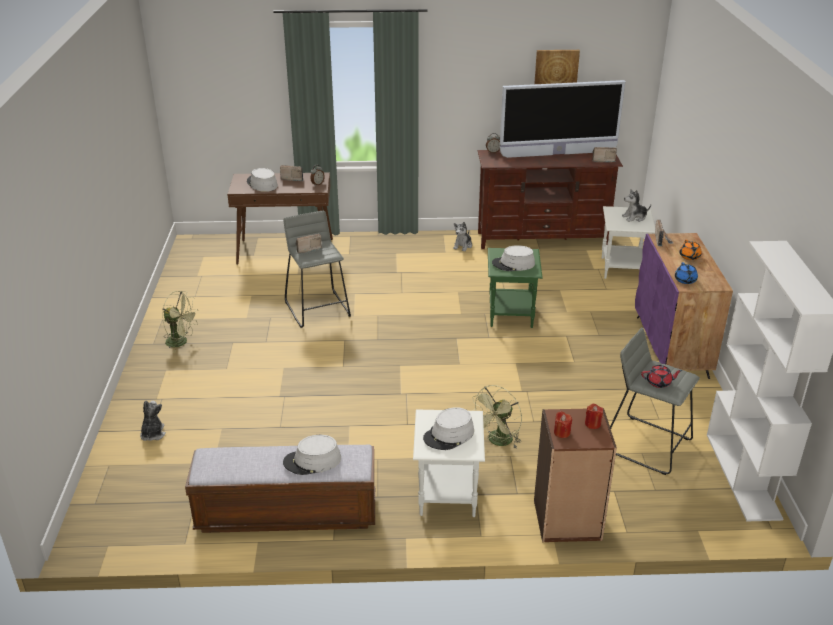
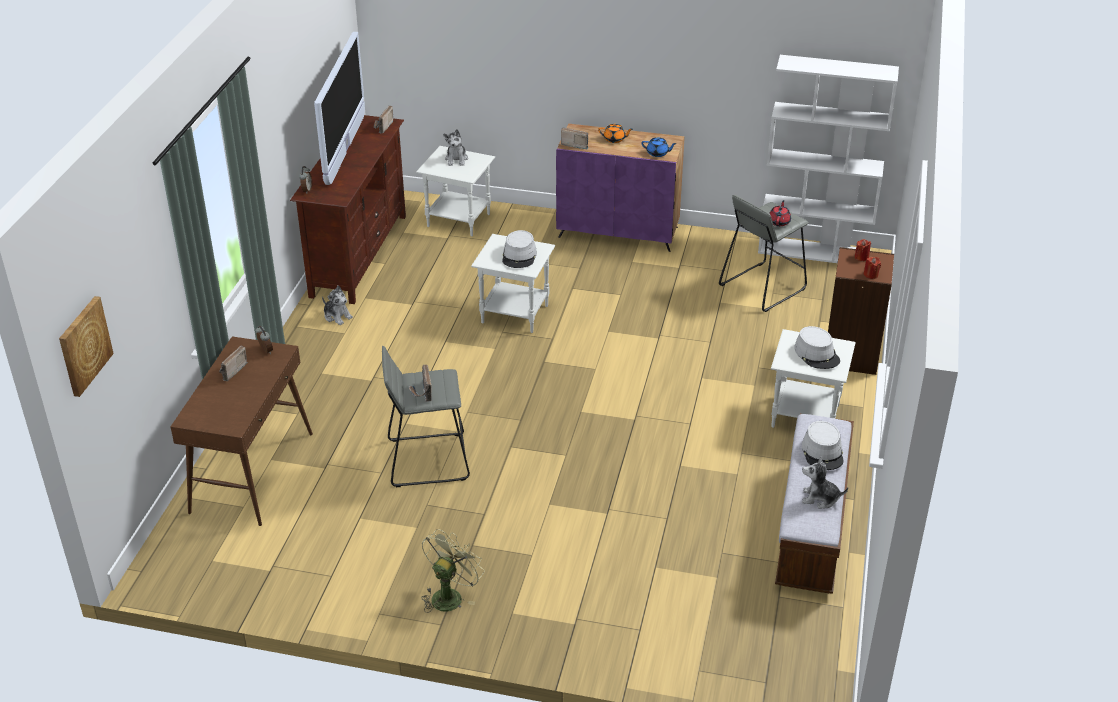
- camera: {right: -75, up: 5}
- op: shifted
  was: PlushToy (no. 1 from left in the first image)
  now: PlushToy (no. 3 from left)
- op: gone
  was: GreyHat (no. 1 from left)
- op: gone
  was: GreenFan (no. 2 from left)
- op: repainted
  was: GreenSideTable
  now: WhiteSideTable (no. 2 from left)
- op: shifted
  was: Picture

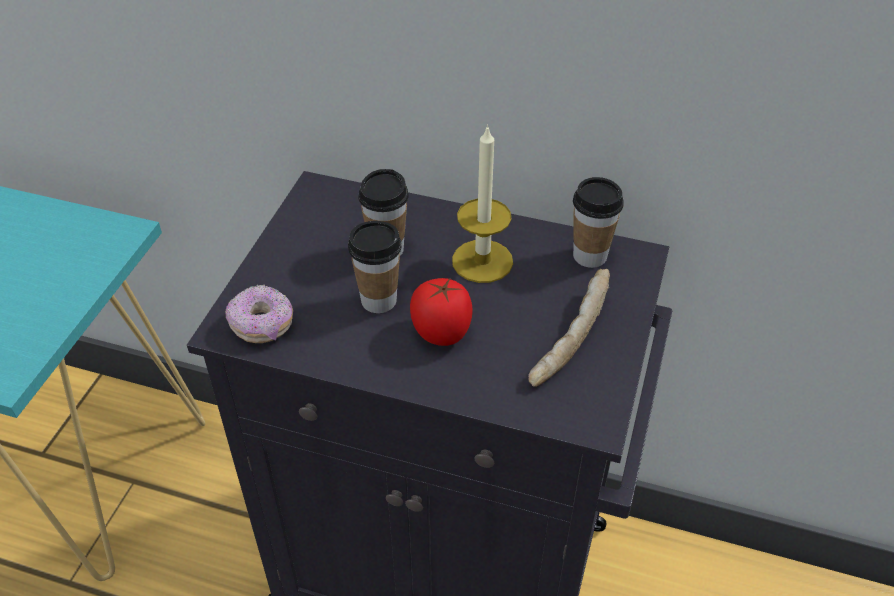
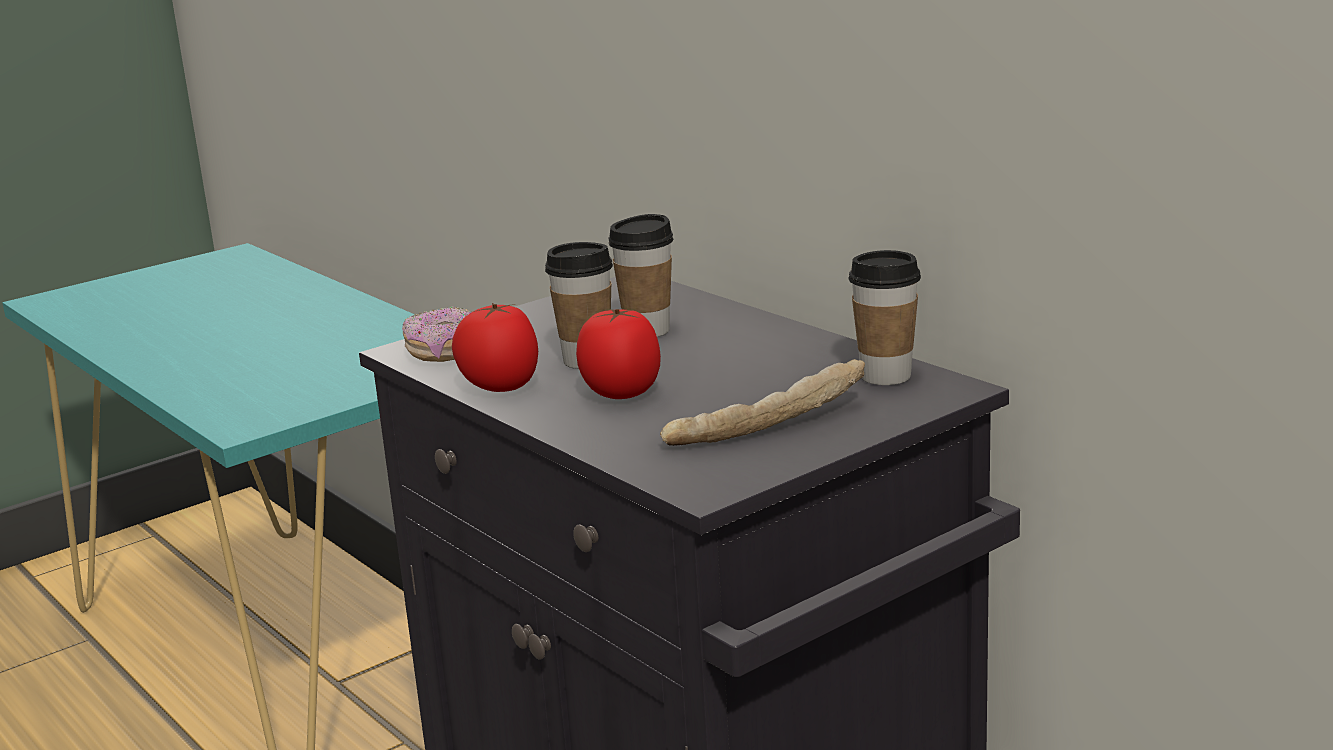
- camera: {right: 35, up: -25}
- op: gone
  was: Candle
- op: new
  now: Tomato (no. 1 from left)

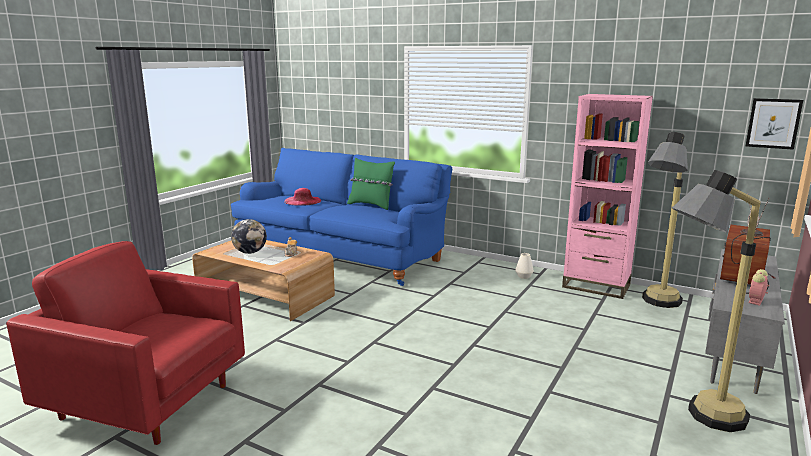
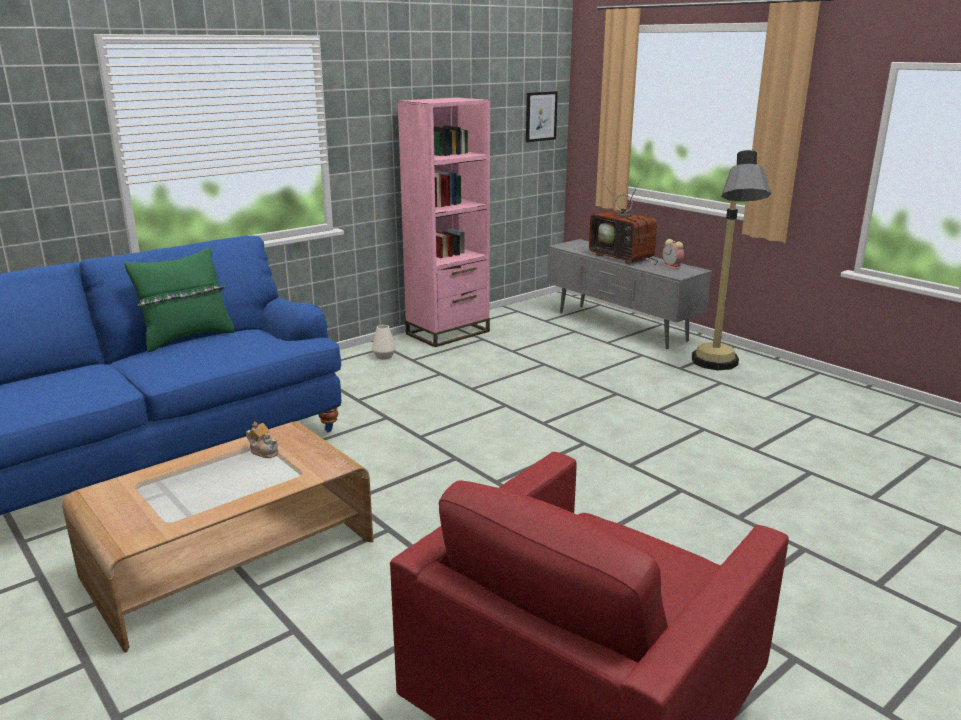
- camera: {right: -70, up: 5}
- op: gone
  was: Globe
- op: gone
  was: PinkHat
- op: gone
  was: FloorLamp (no. 1 from left)

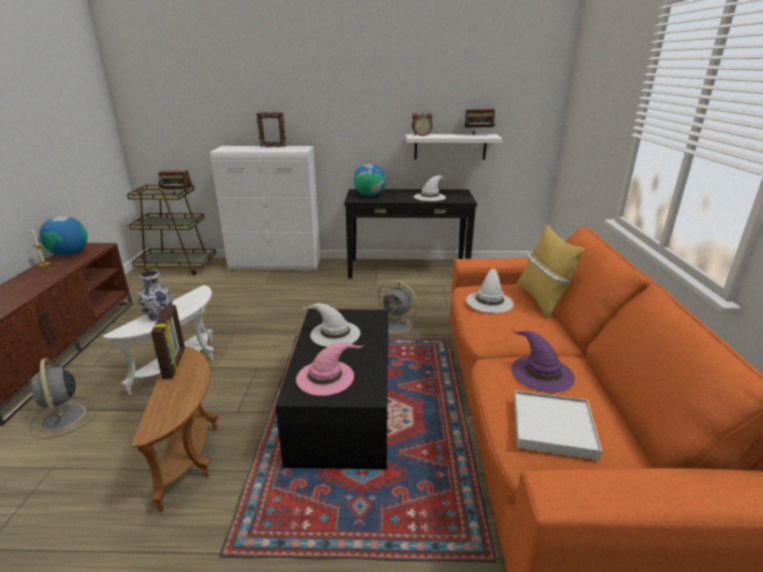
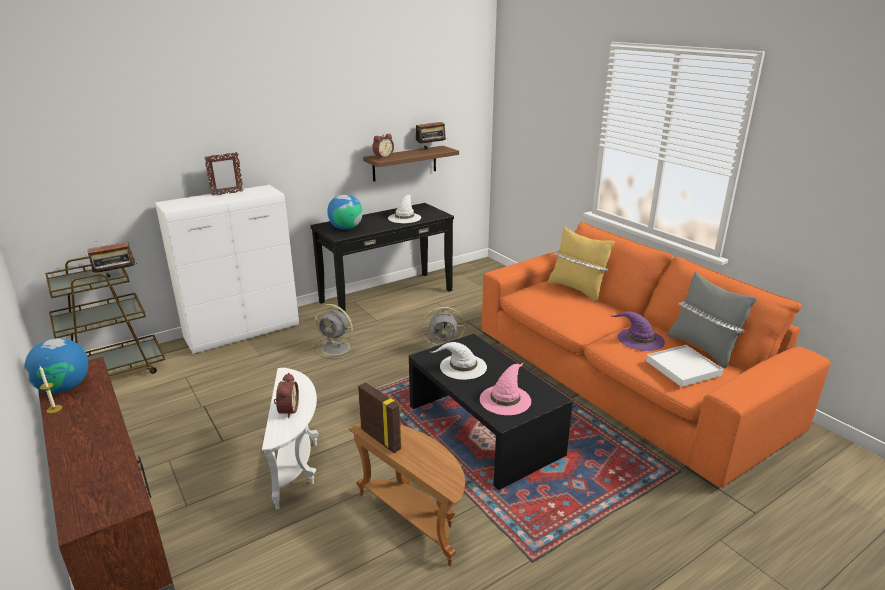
- camera: {right: -35, up: 0}
- op: shifted
  was: GreyFan (no. 1 from left)
- op: swapped
  was: Vase
  now: AlarmClock (no. 1 from left)
- op: repainted
  was: WhiteShelf
  now: BrownShelf
- op: gone
  was: WhiteHat (no. 3 from left)
- op: new
  now: GreyPillow

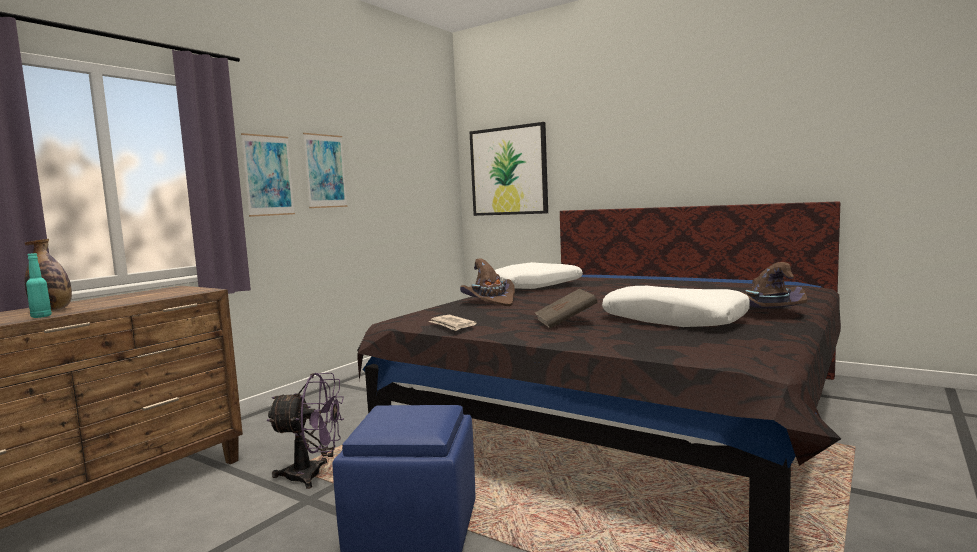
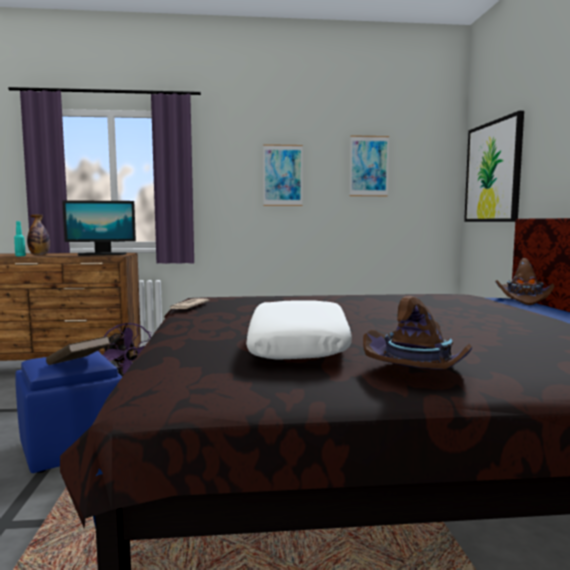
- camera: {right: 50, up: 0}
- op: shifted
  was: Picture (no. 1 from left in the first image)
  now: Picture (no. 2 from left)
- op: shifted
  was: BrownHat (no. 1 from left in the first image)
  now: BrownHat (no. 2 from left)
- op: gone
  was: WhitePillow (no. 1 from left)
- op: shifted
  was: BrownBook
- op: new
  now: Monitor

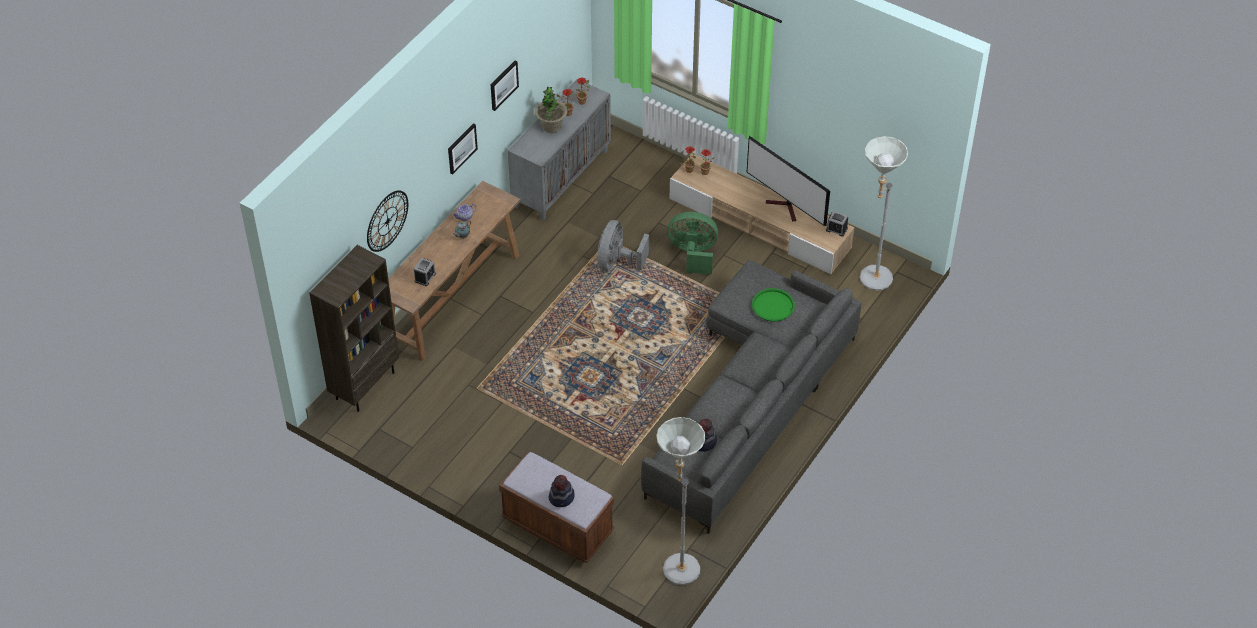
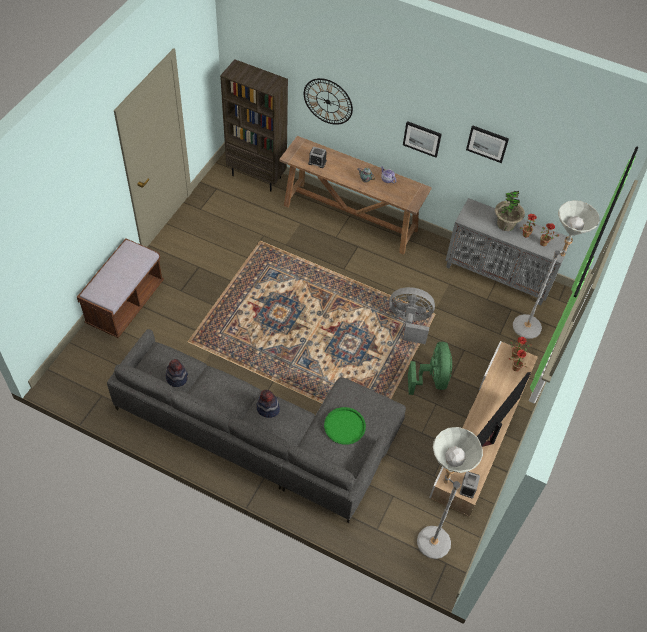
- camera: {right: 80, up: 5}
- op: shifted
  was: Hat (no. 1 from left in the first image)
  now: Hat (no. 2 from left)
- op: shifted
  was: GreyFloorLamp (no. 1 from left in the first image)
  now: GreyFloorLamp (no. 2 from left)

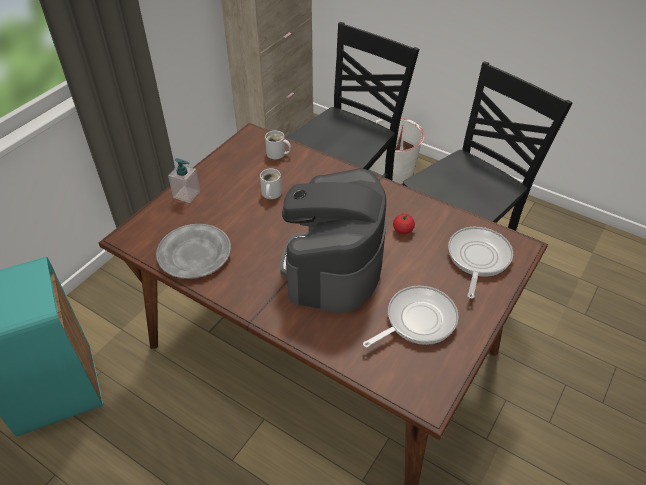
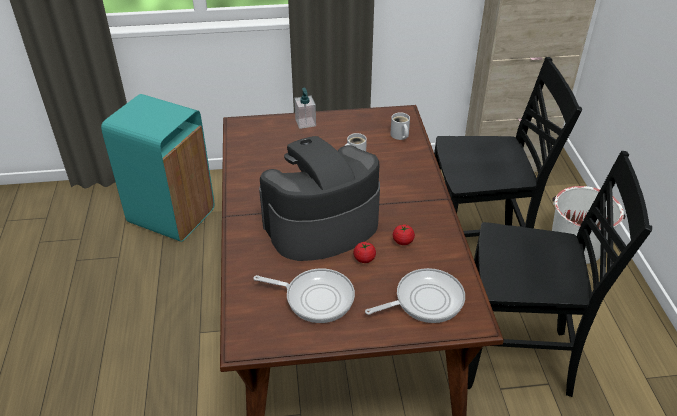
- camera: {right: 50, up: -5}
- op: gone
  was: GreyPlate
- op: new
  now: Tomato (no. 1 from left)

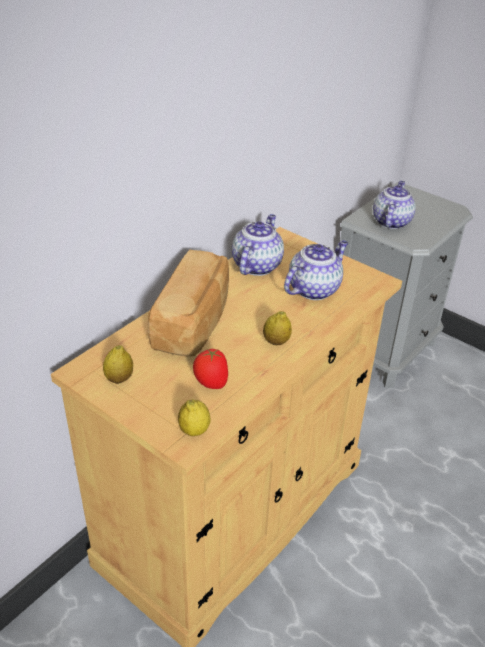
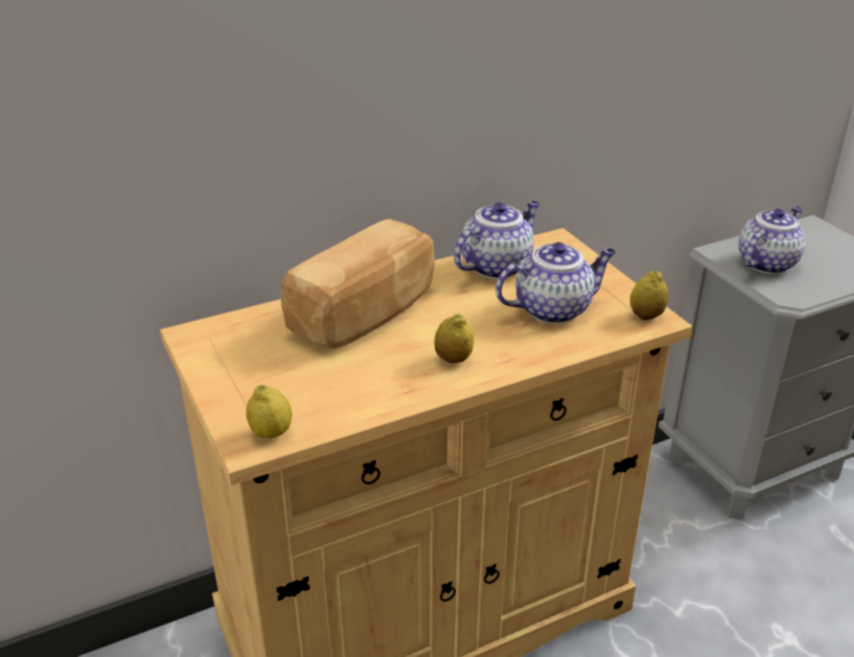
- camera: {right: 25, up: -5}
- op: shifted
  was: Lemon (no. 1 from left in the first image)
  now: Lemon (no. 3 from left)
- op: gone
  was: Tomato

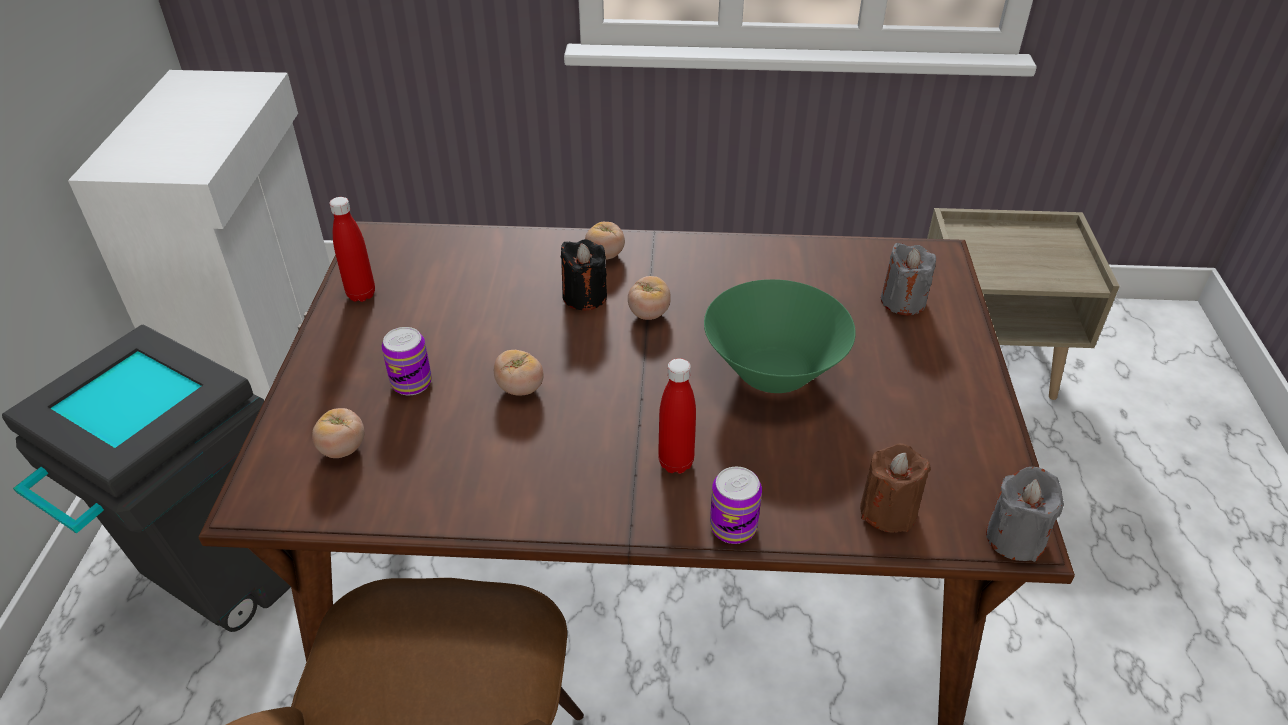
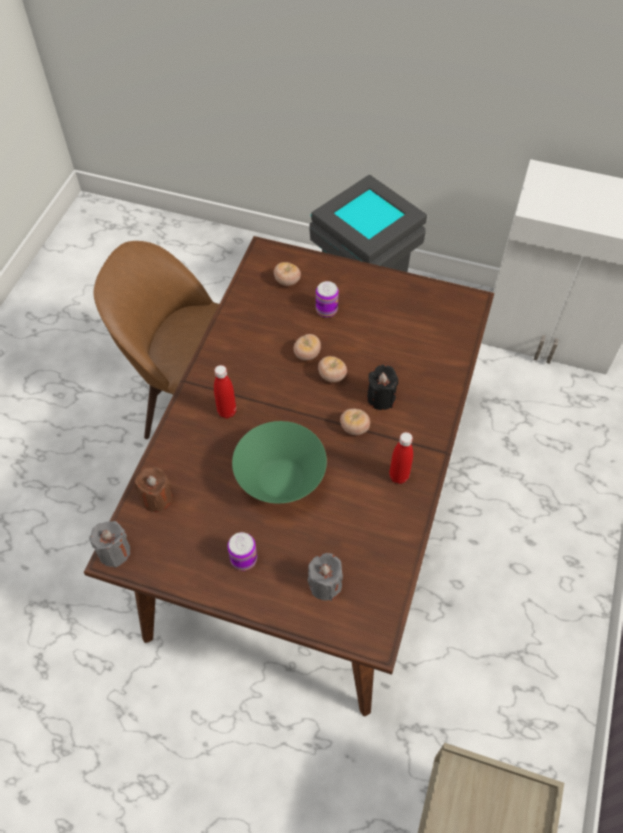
- camera: {right: 105, up: 15}
- op: shifted
  was: RedBottle (no. 1 from left in the first image)
  now: RedBottle (no. 2 from left)
- op: shifted
  was: Tomato (no. 3 from left)
- op: shifted
  was: Can (no. 2 from left in the first image)
  now: Can (no. 1 from left)

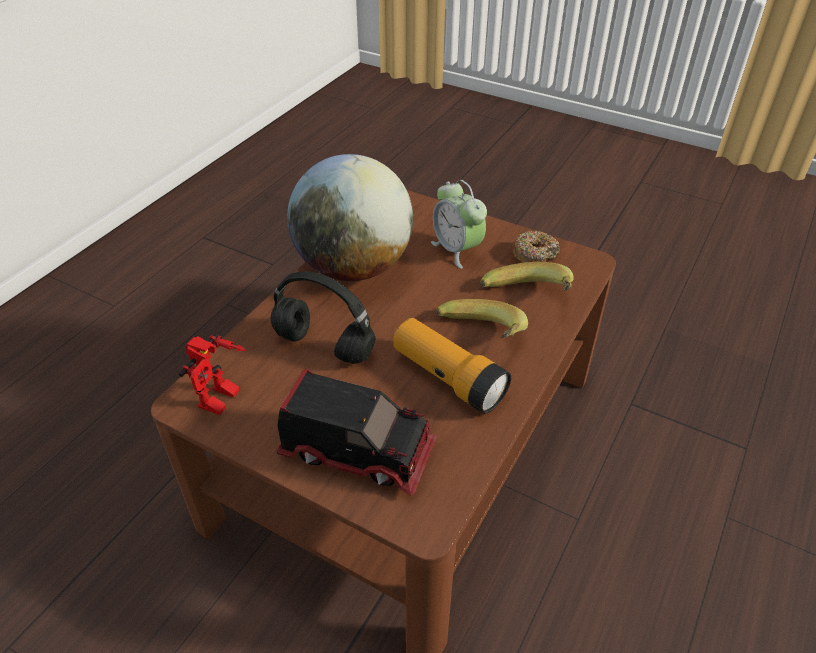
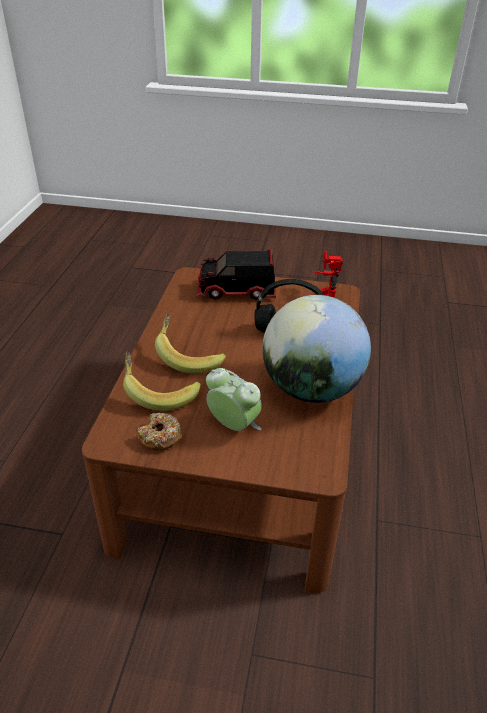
- camera: {right: 160, up: -5}
- op: gone
  was: Flashlight

